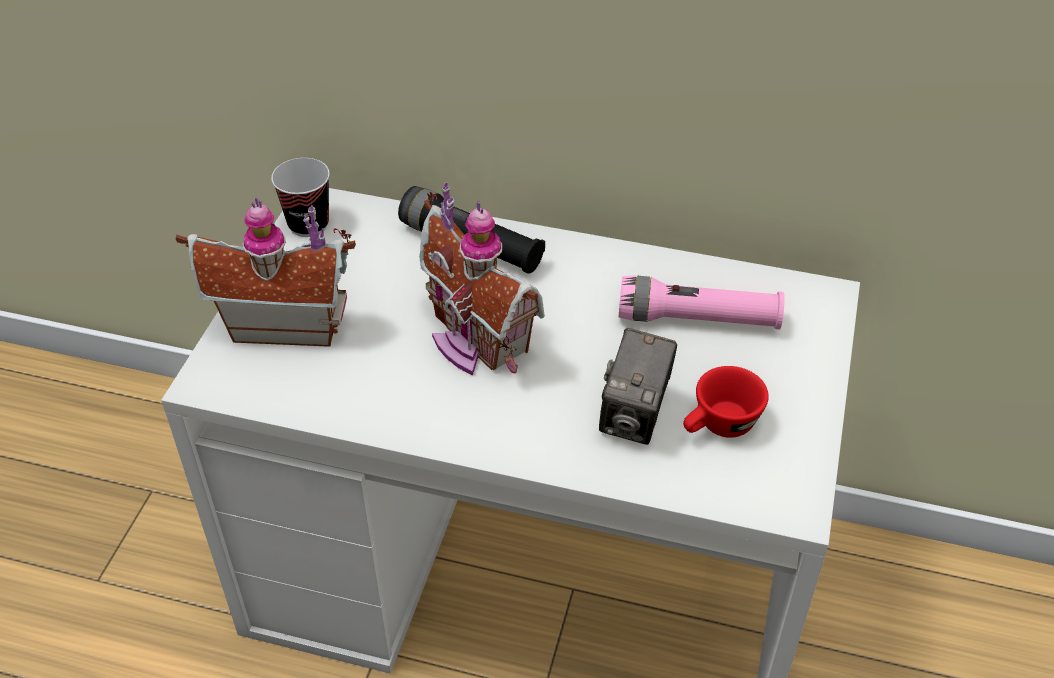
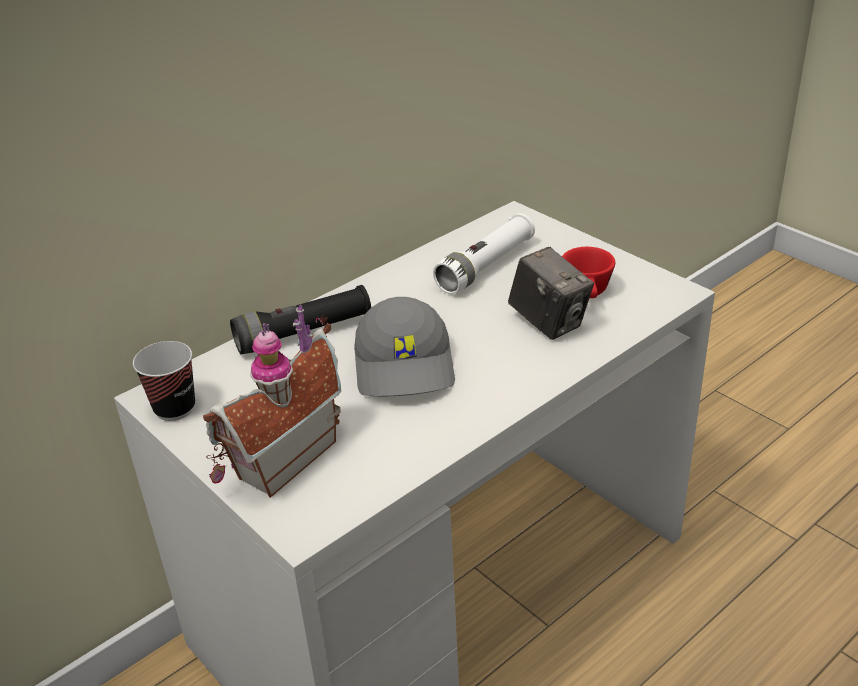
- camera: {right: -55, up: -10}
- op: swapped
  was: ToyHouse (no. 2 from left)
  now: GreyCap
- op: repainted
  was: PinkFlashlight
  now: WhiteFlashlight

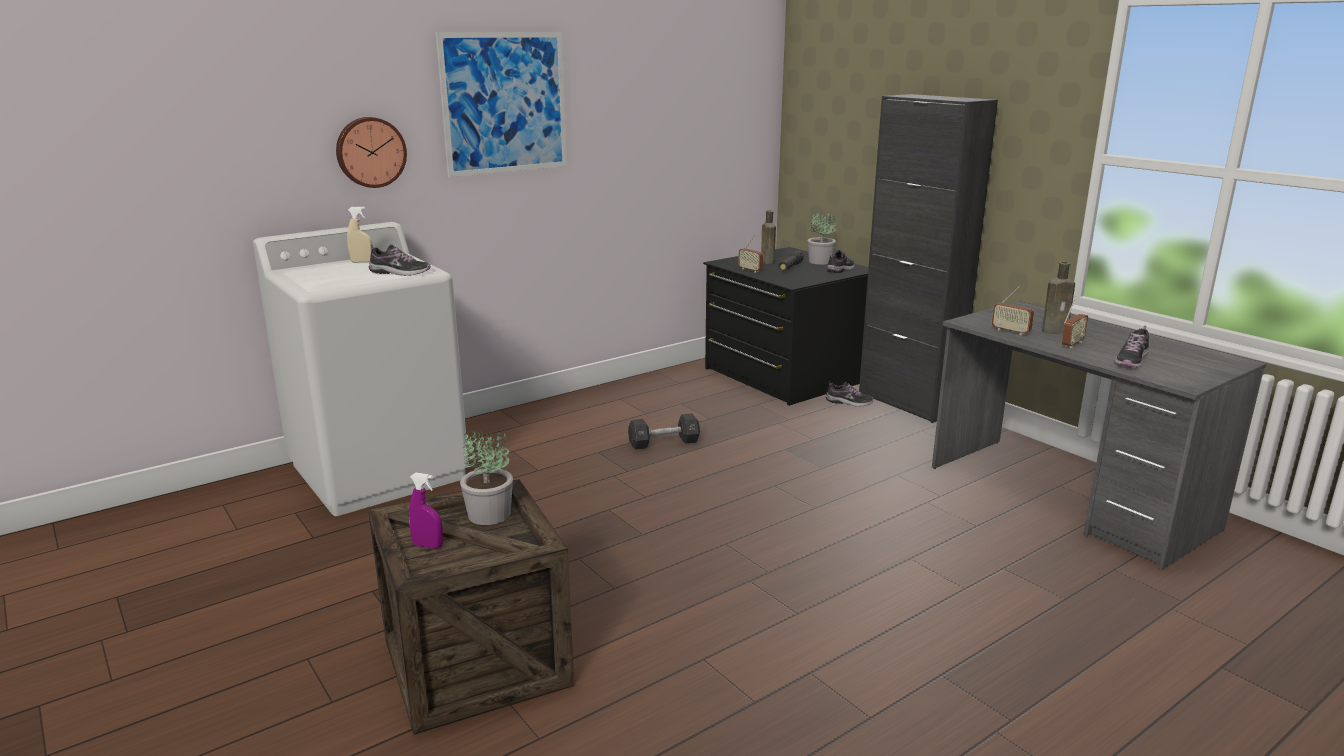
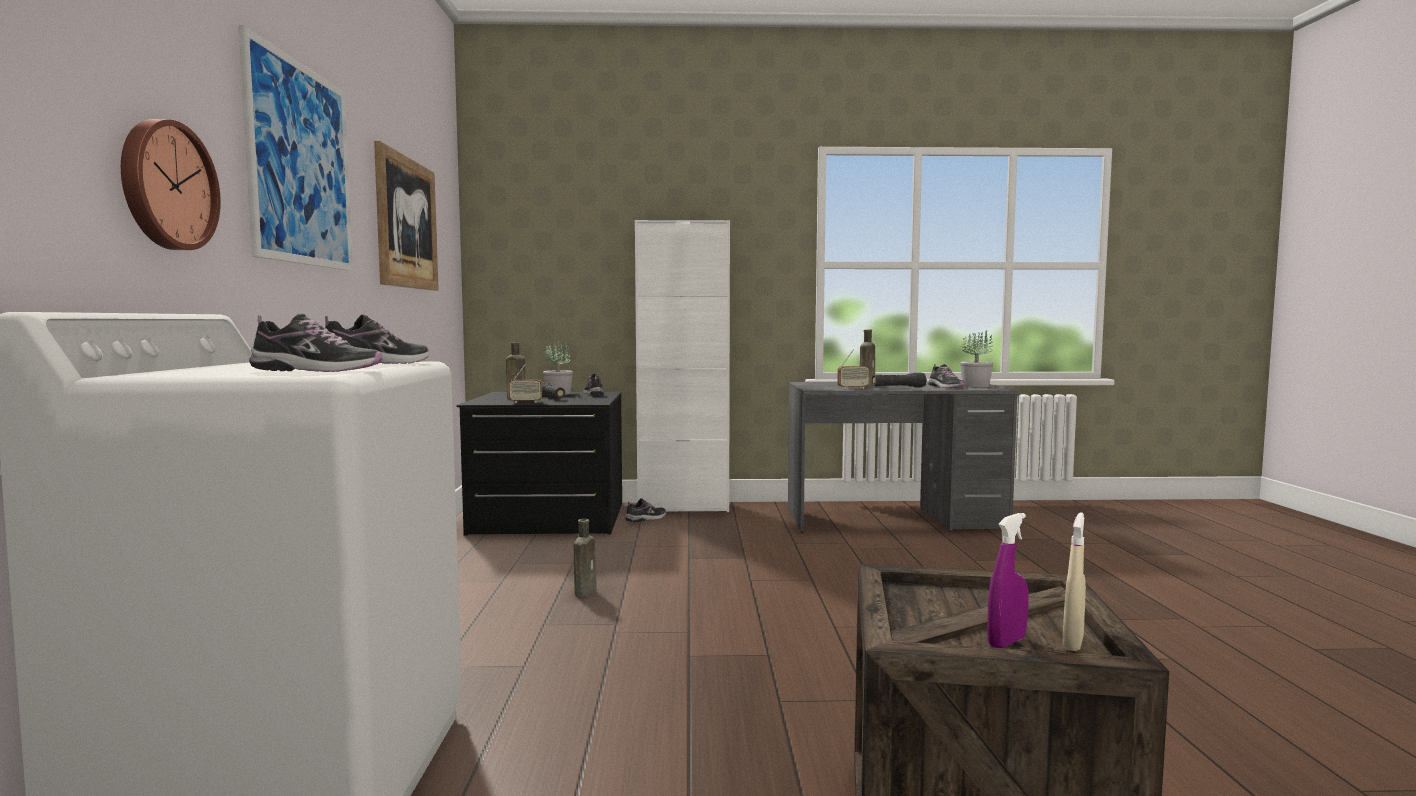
- camera: {right: -55, up: -15}
- op: shifted
  was: BeigeSprayBottle
- op: shifted
  was: PottedPlant (no. 1 from left in the first image)
  now: PottedPlant (no. 2 from left)
- op: swapped
  was: BlackDumbbell
  now: BrownBottle (no. 2 from left)
- op: repainted
  was: BlackCabinet
  now: WhiteCabinet
- op: swapped
  was: Radio (no. 3 from left)
  now: BlackFlashlight (no. 2 from left)
- op: new
  now: Shoe (no. 1 from left)
- op: new
  now: Picture (no. 2 from left)

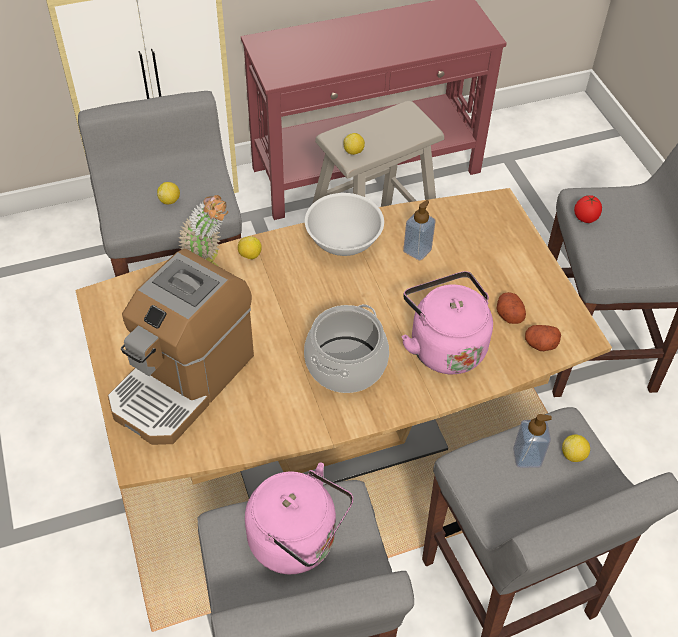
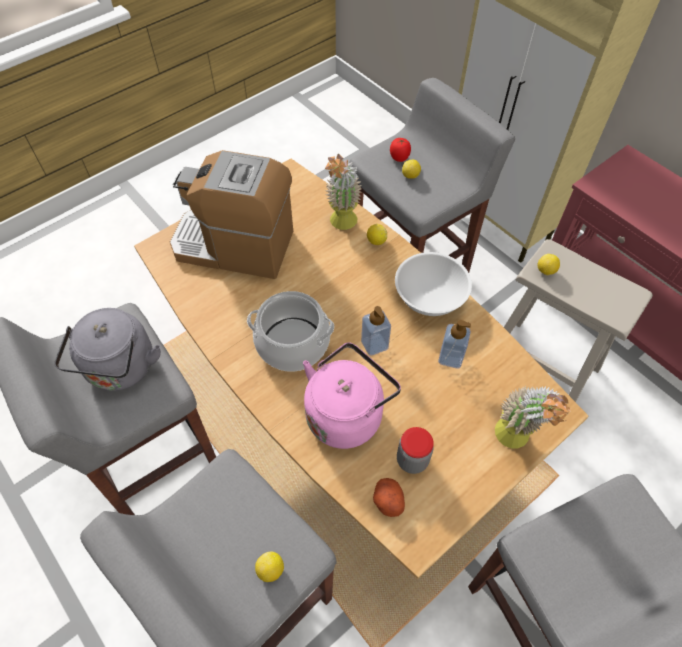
- camera: {right: 70, up: 5}
- op: repainted
  was: PinkKettle (no. 1 from left)
  now: GreyKettle
- op: swapped
  was: Potato (no. 1 from left)
  now: Jar
- op: shifted
  was: SoapDispenser (no. 2 from left in the first image)
  now: SoapDispenser (no. 1 from left)
- op: shifted
  was: Tomato
- op: new
  now: PottedPlant (no. 2 from left)

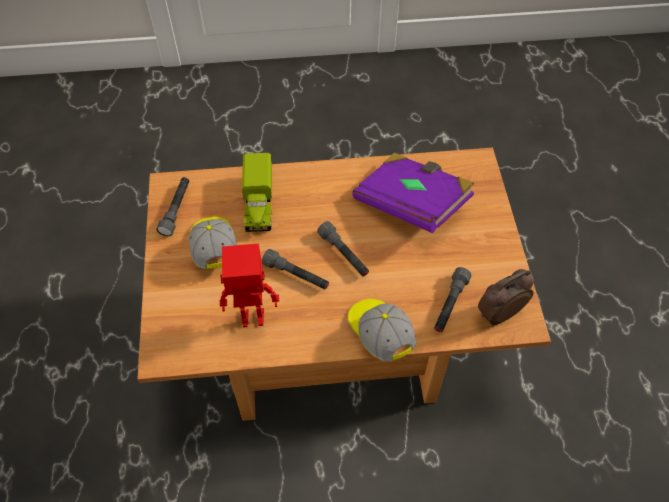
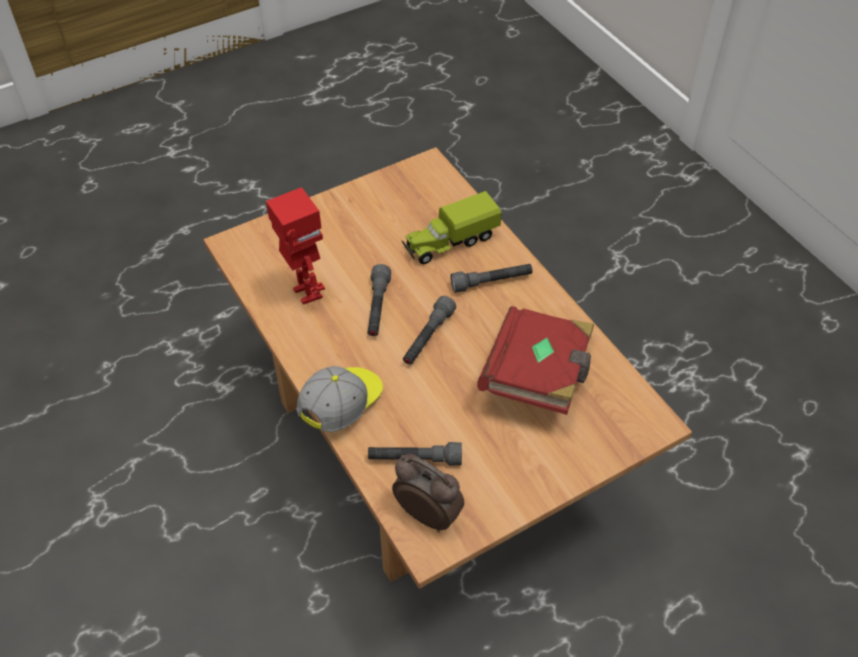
- camera: {right: 65, up: -5}
- op: shifted
  was: GreyFlashlight (no. 1 from left in the first image)
  now: GreyFlashlight (no. 4 from left)
- op: gone
  was: Cap (no. 1 from left)
- op: repainted
  was: PurpleBook
  now: RedBook

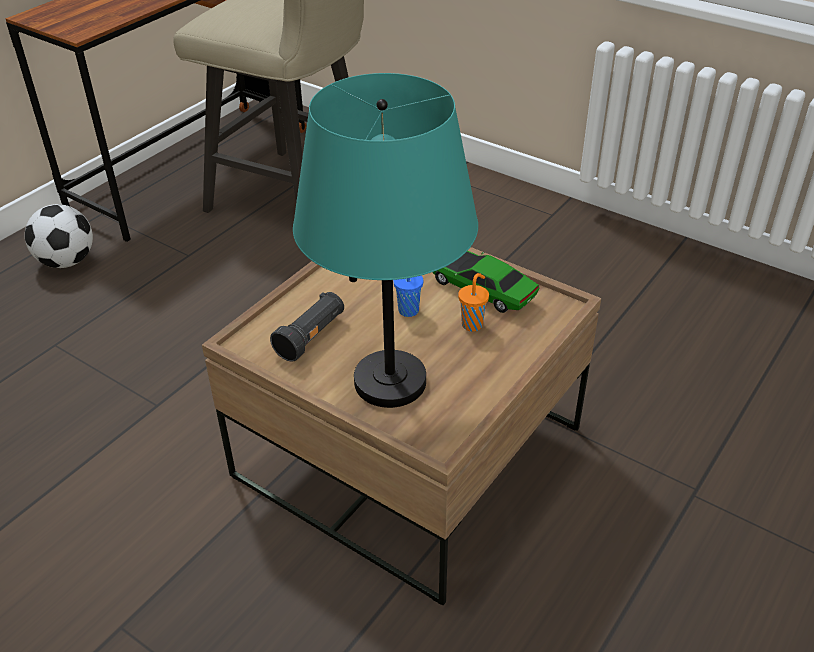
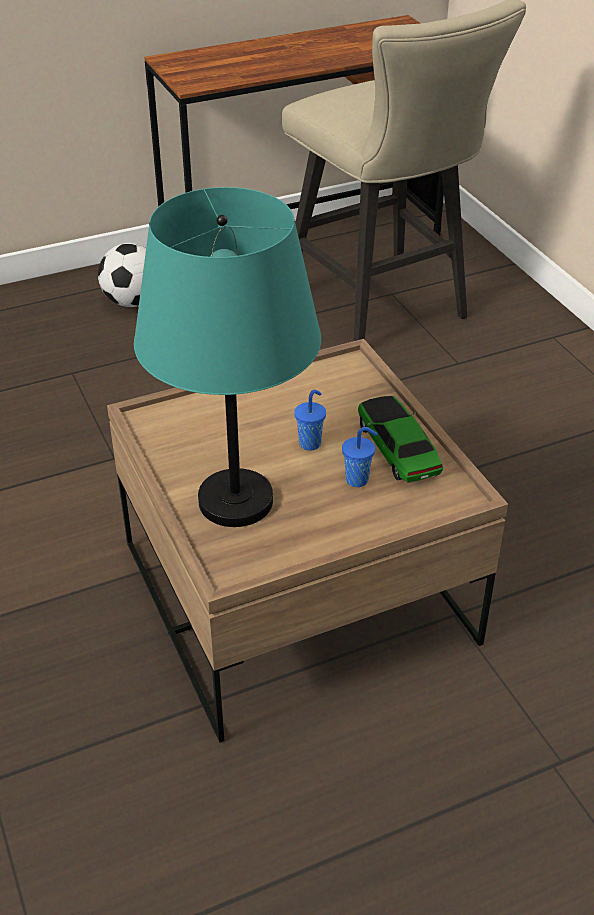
- camera: {right: 30, up: 0}
- op: gone
  was: BlackFlashlight
- op: repainted
  was: OrangeCup
  now: BlueCup (no. 2 from left)

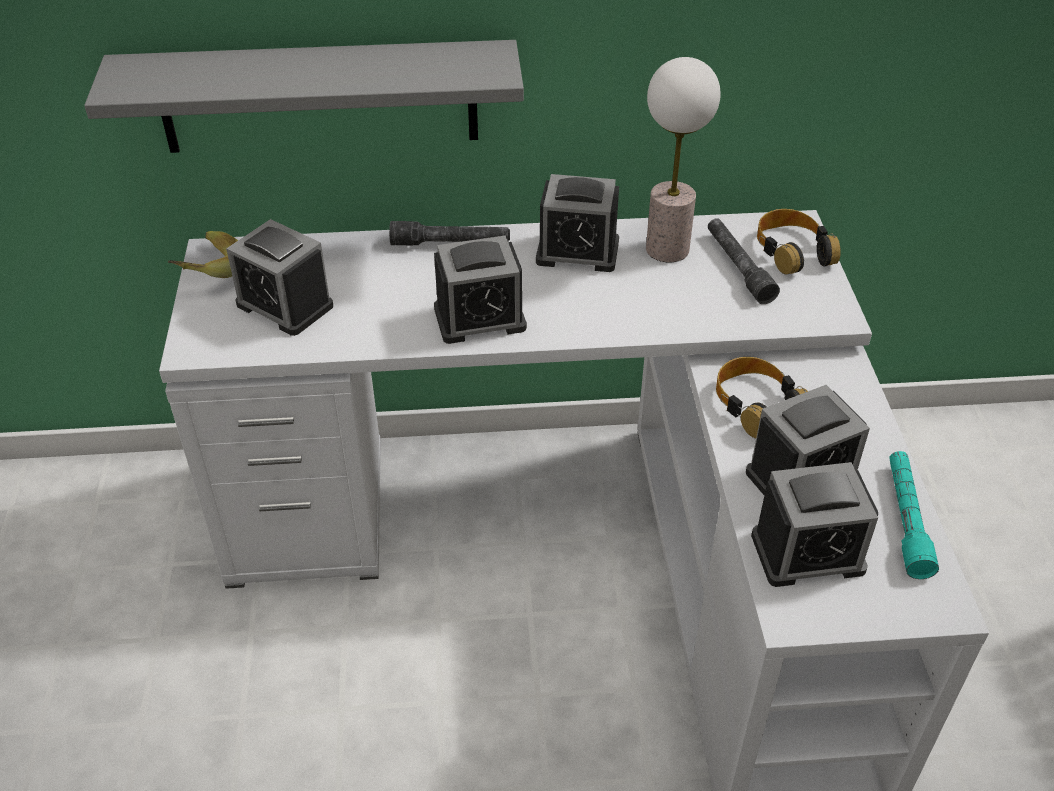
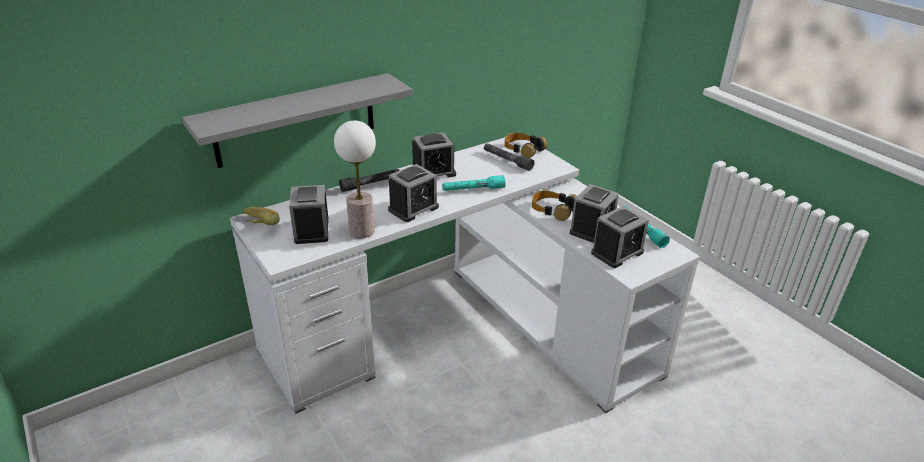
- camera: {right: -30, up: -10}
- op: rotated
  was: AlarmClock (no. 1 from left)
  clockwise: 75
- op: shifted
  was: TableLamp
- op: new
  now: TurquoiseFlashlight (no. 1 from left)

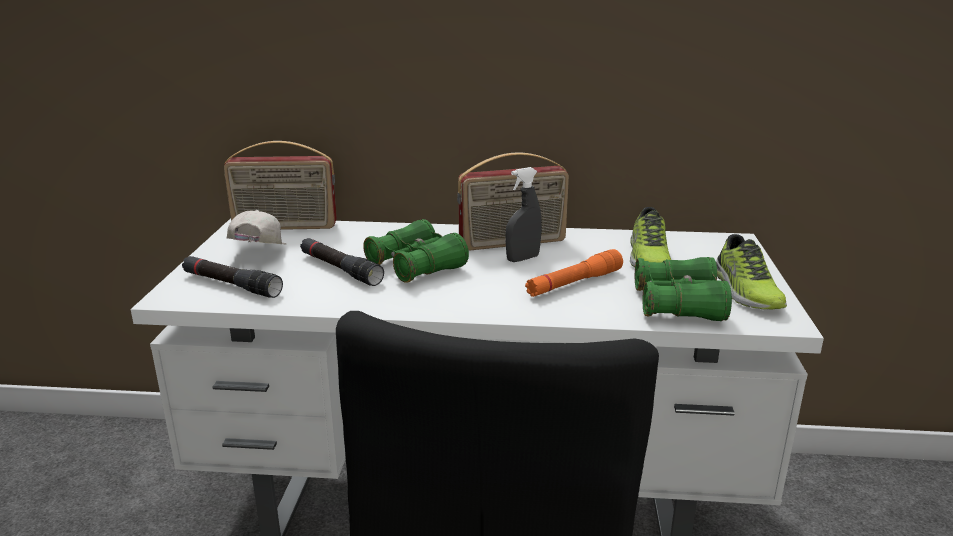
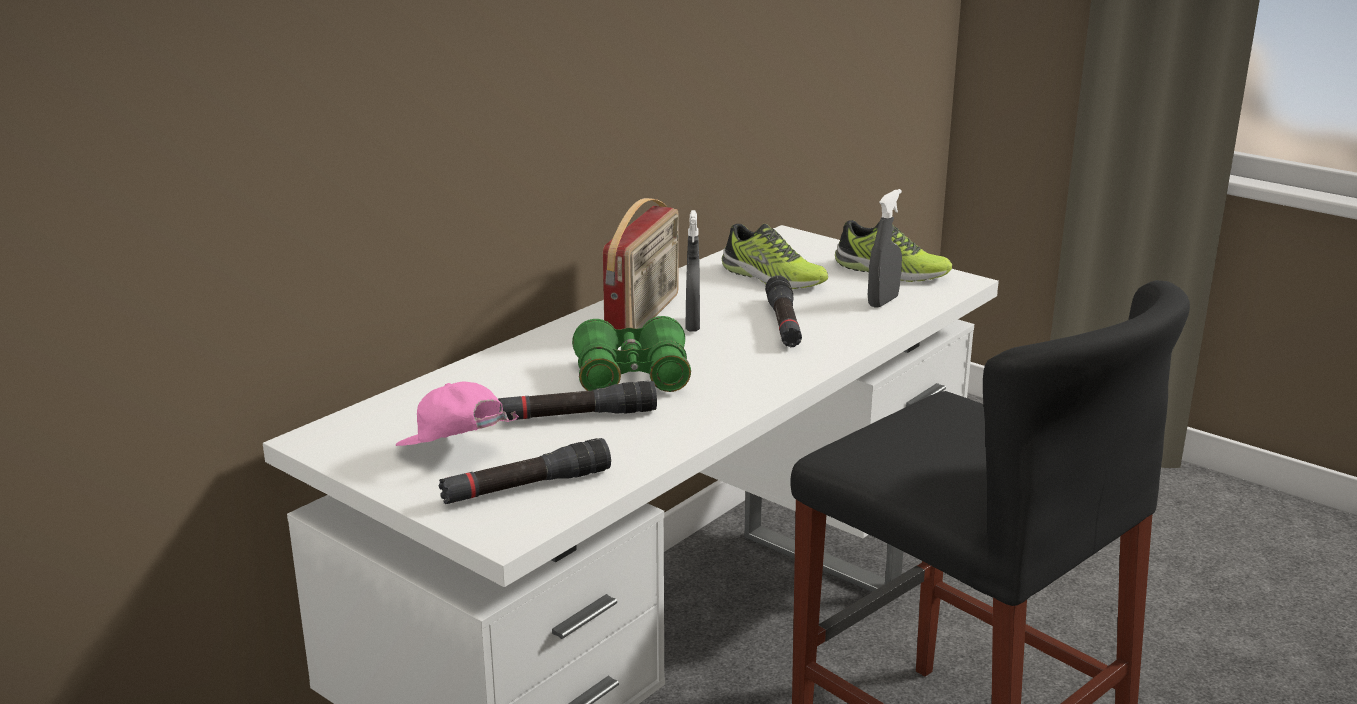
- camera: {right: -55, up: 0}
- op: gone
  was: Radio (no. 1 from left)
- op: repainted
  was: WhiteCap
  now: PinkCap
- op: repainted
  was: OrangeFlashlight
  now: BlackFlashlight (no. 3 from left)
- op: swapped
  was: GreenBinoculars (no. 2 from left)
  now: GreySprayBottle (no. 2 from left)

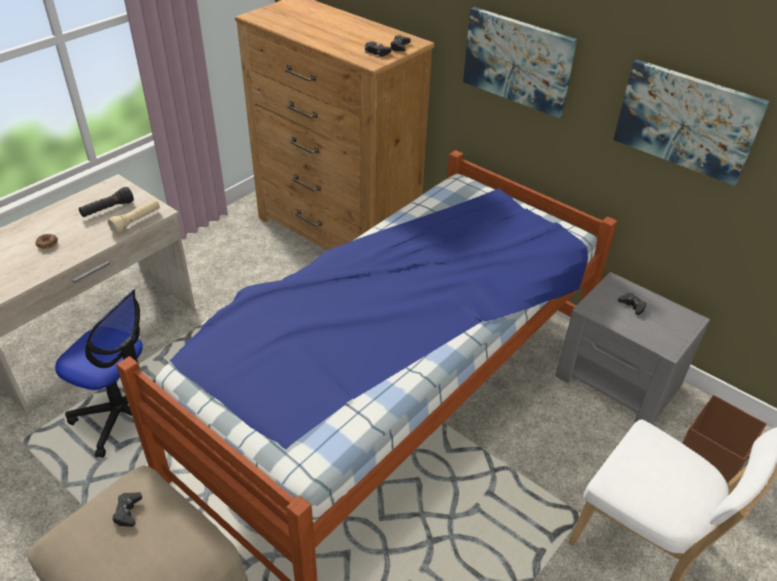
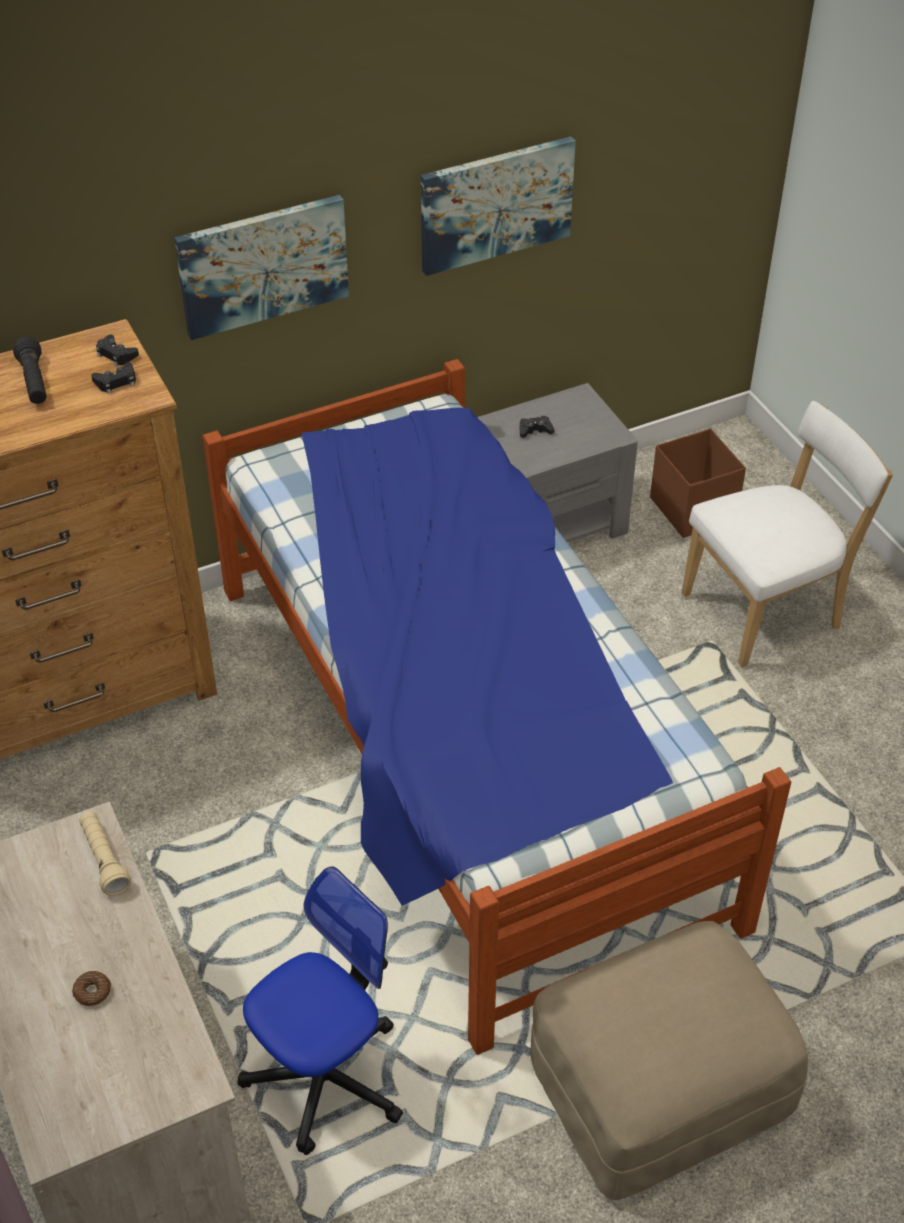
- camera: {right: -65, up: 5}
- op: shifted
  was: BlackFlashlight
- op: gone
  was: BlackGameController (no. 1 from left)

